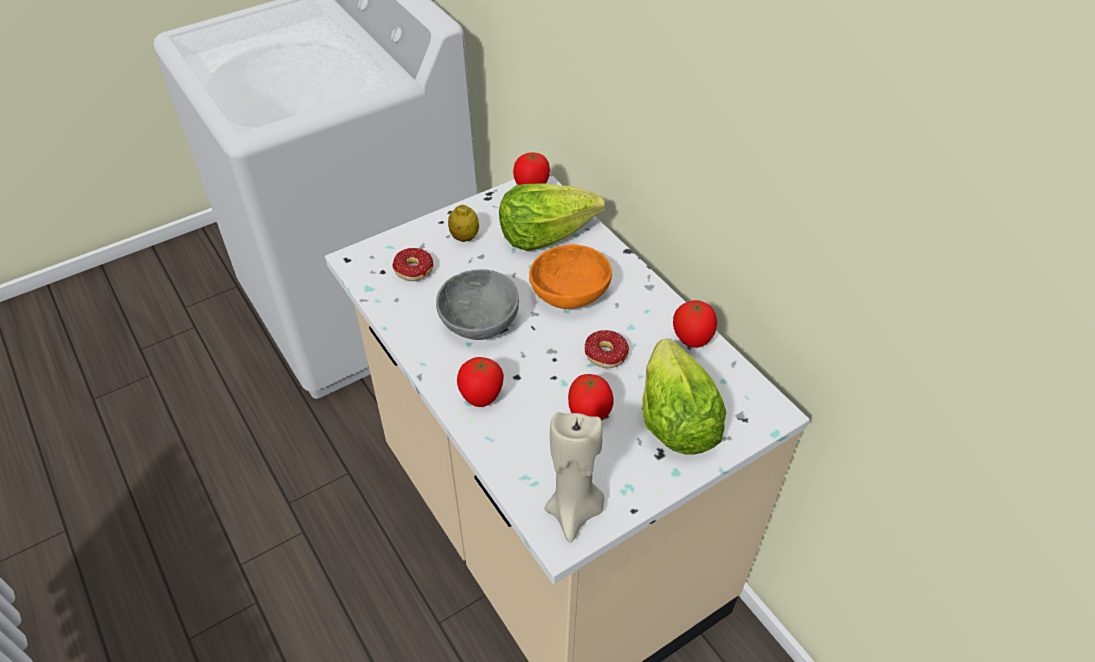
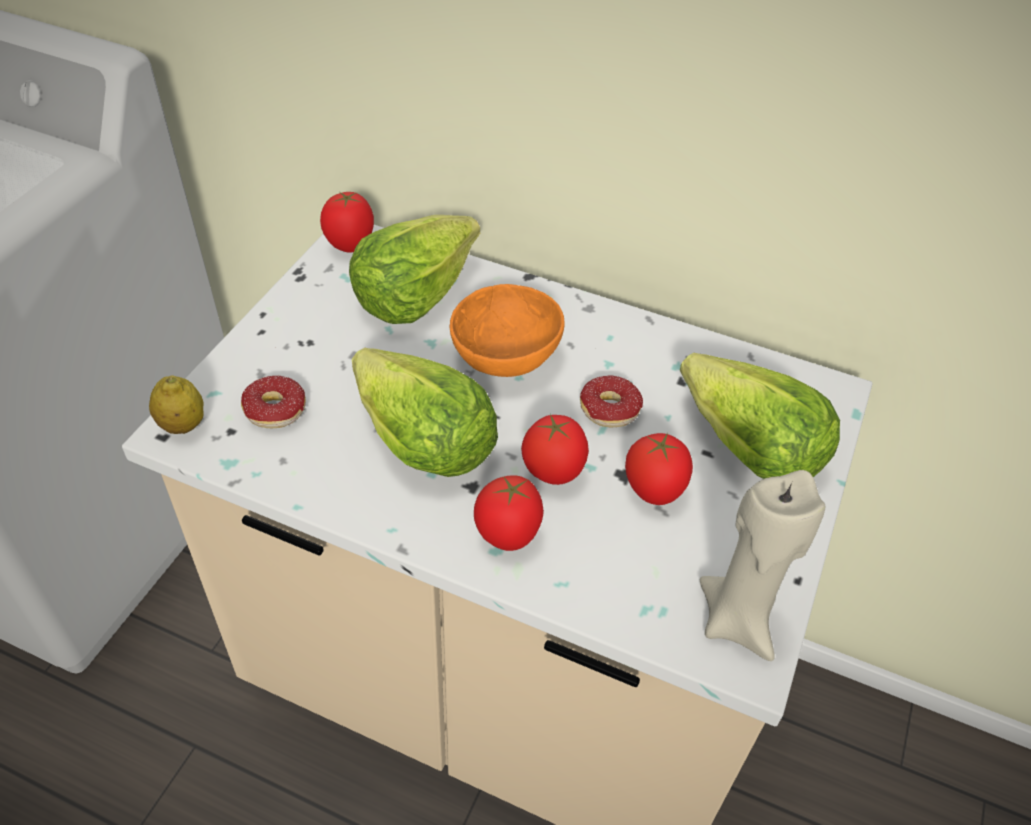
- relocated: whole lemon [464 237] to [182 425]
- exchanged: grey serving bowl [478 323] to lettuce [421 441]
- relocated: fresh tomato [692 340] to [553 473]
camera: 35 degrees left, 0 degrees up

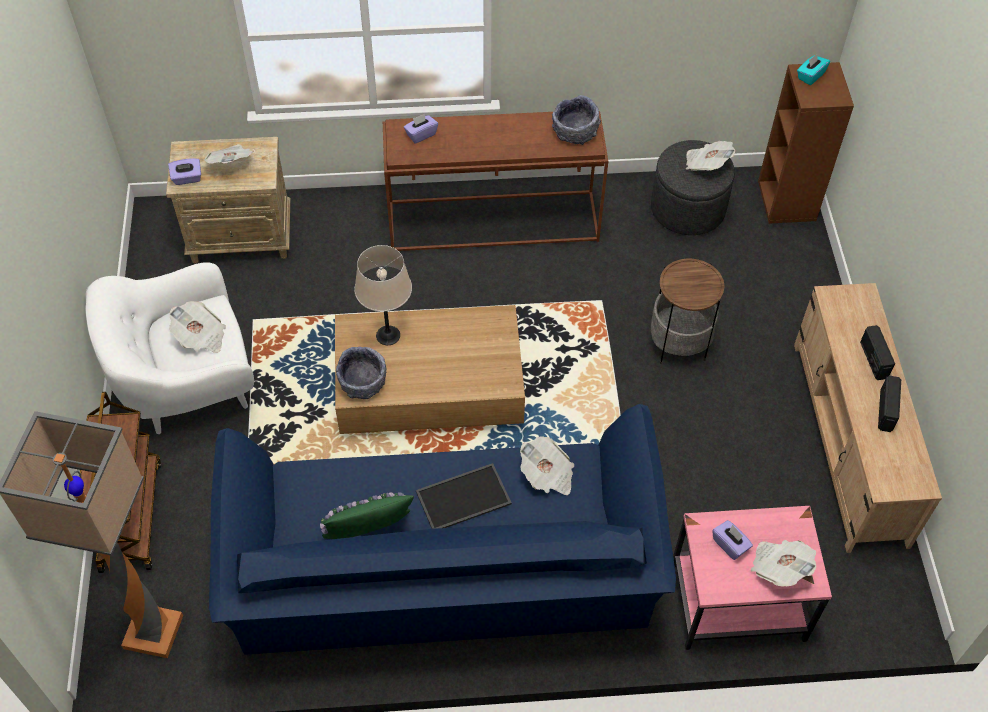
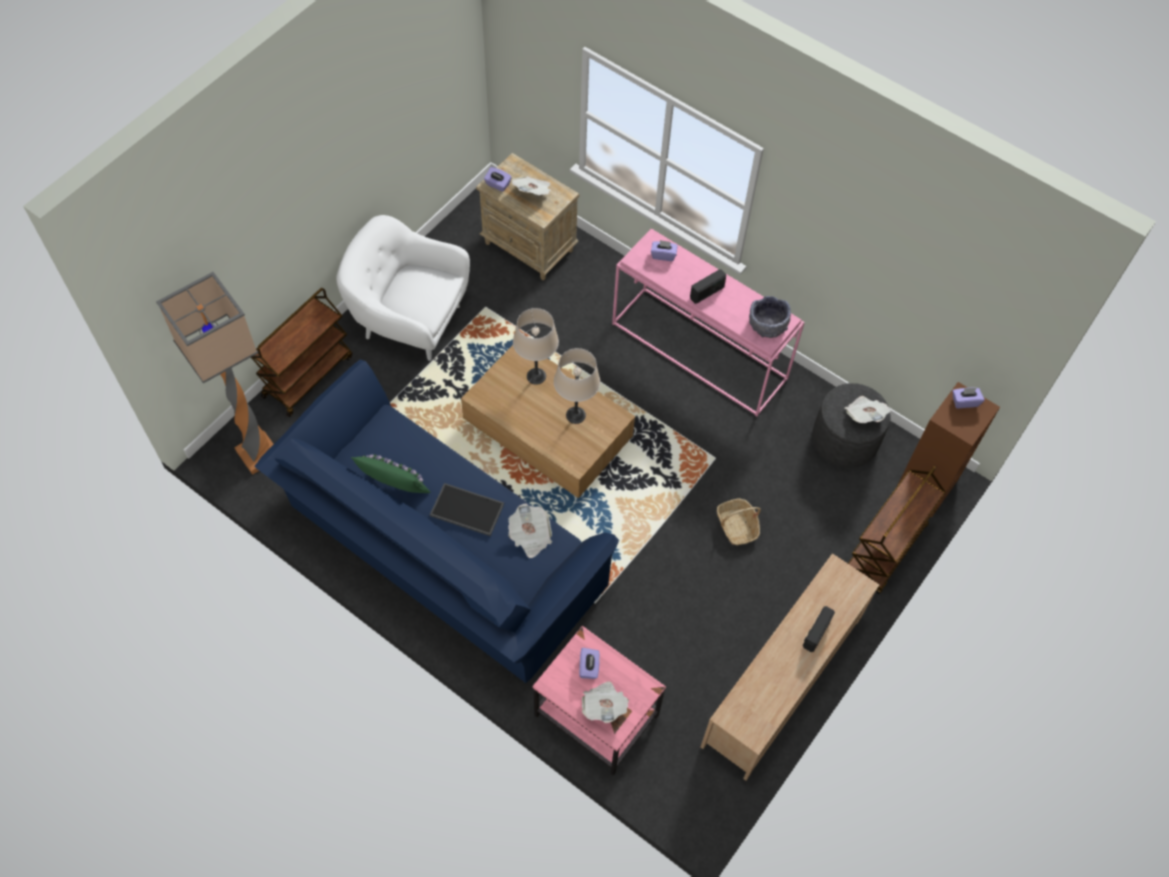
- colour: blue-green box of tissues [810 76] to purplish box of tissues [964 401]
- colour: brown narrow table [494 221] to pink-coloured narrow table [700 351]
- exchanged: side table [678 343] to storage basket [737 526]
- missing: printed paper [200 337]
- missing: grey serving bowl [363 383]
- relocated: radio set [886 411] to [707 292]
- appeared: beige-coloured lamp for a table [576 415]
- appeared: brown cart [885 549]
camera: 40 degrees right, 5 degrees up

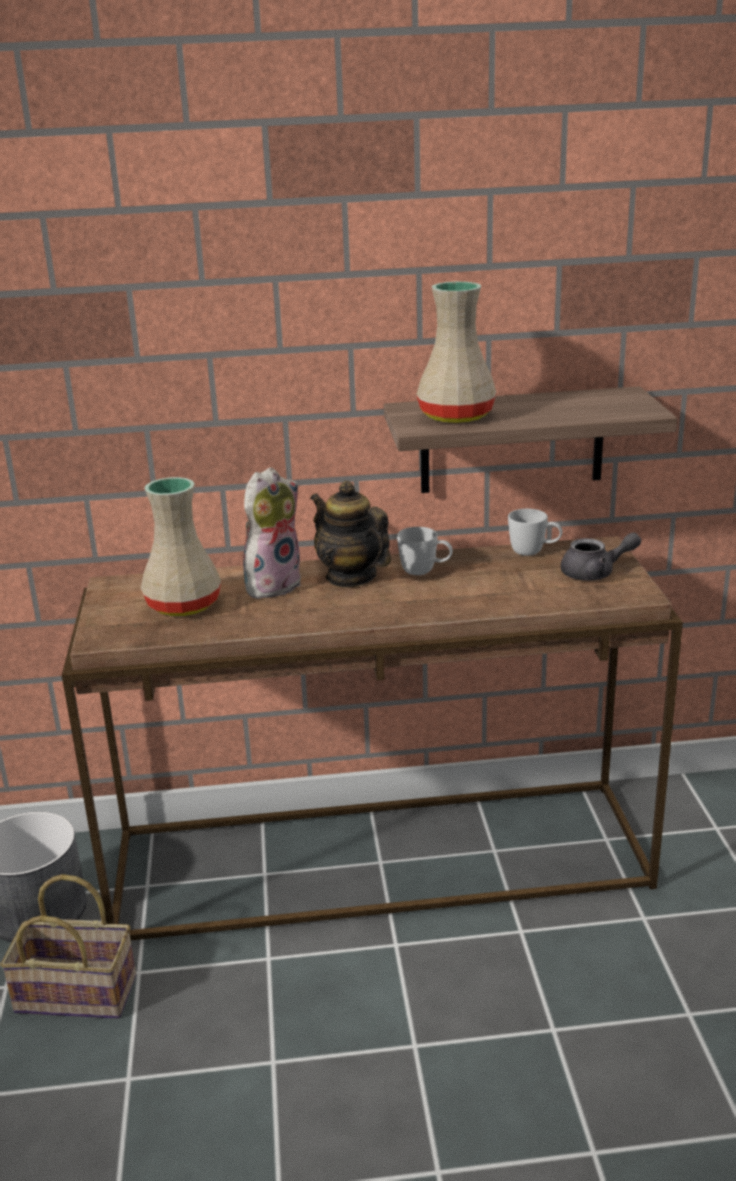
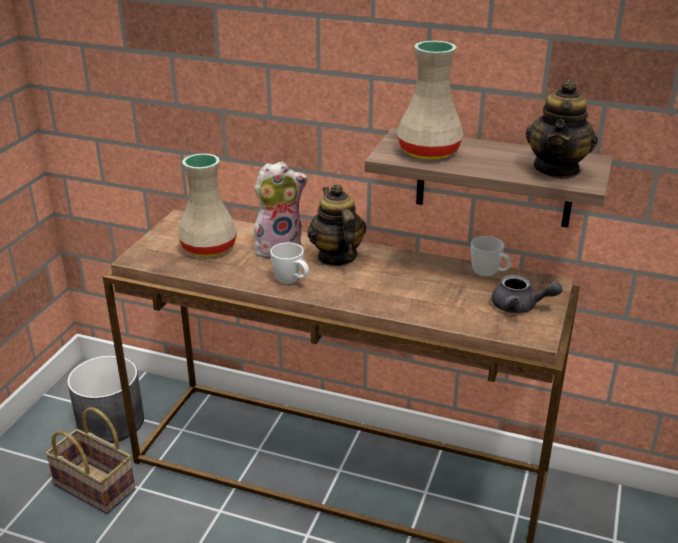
- relocated: white mug [425 572] to [292 281]
- appeared: tea pot [557 169]
camera: 25 degrees right, 5 degrees up

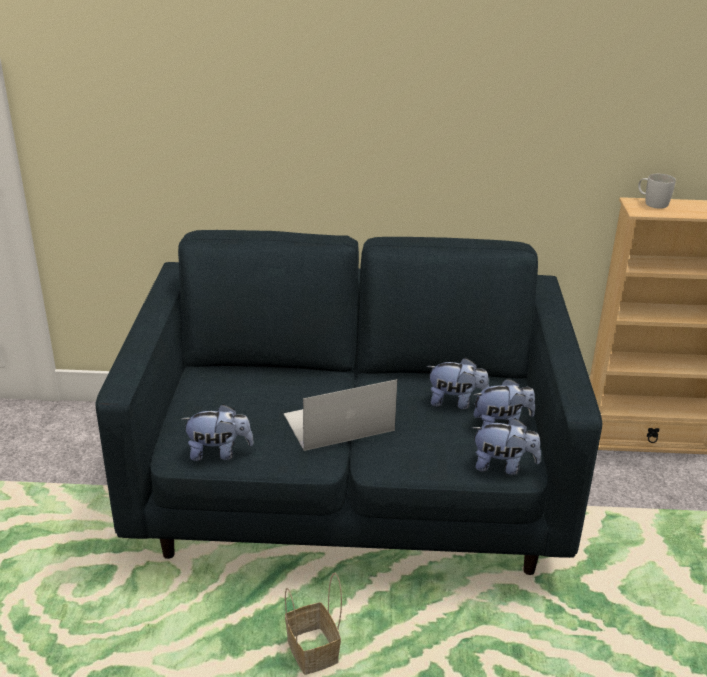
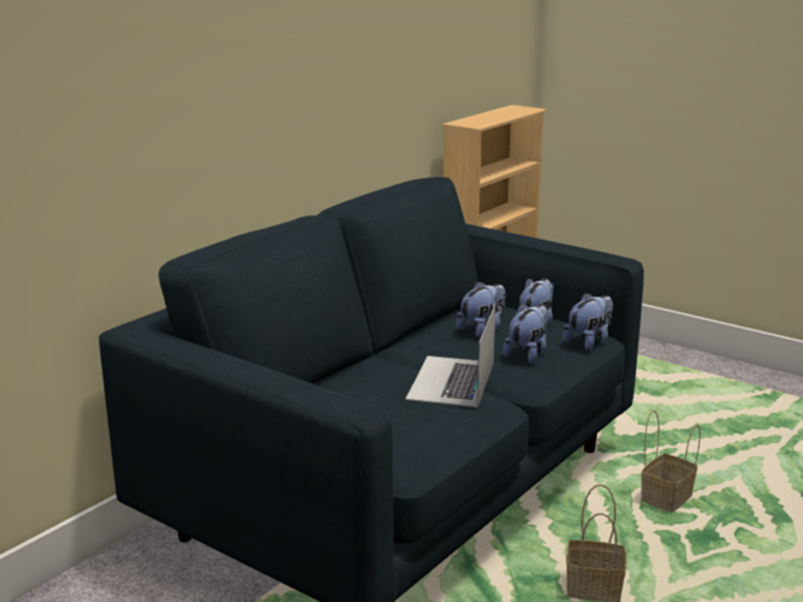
- missing: white mug [652 203]
- relocated: cuddly toy [219 453] to [528 354]
- appeared: storage basket [666 498]
camera: 55 degrees left, 10 degrees down

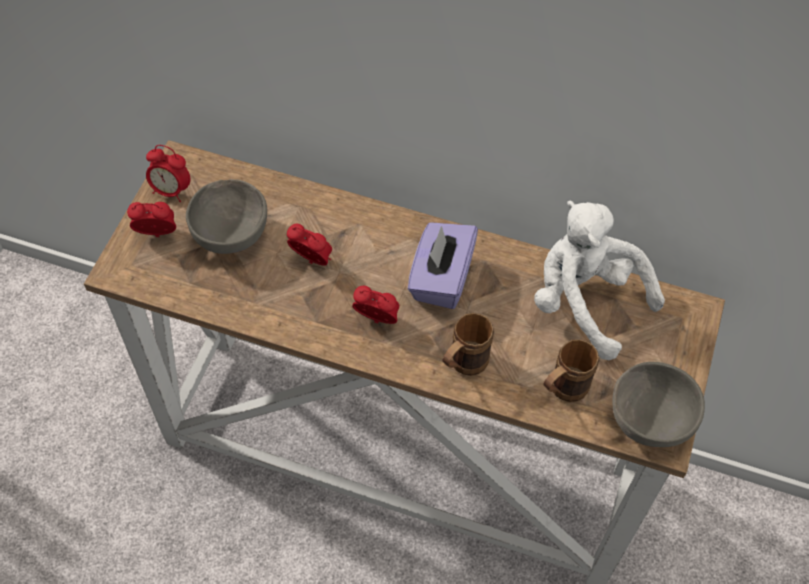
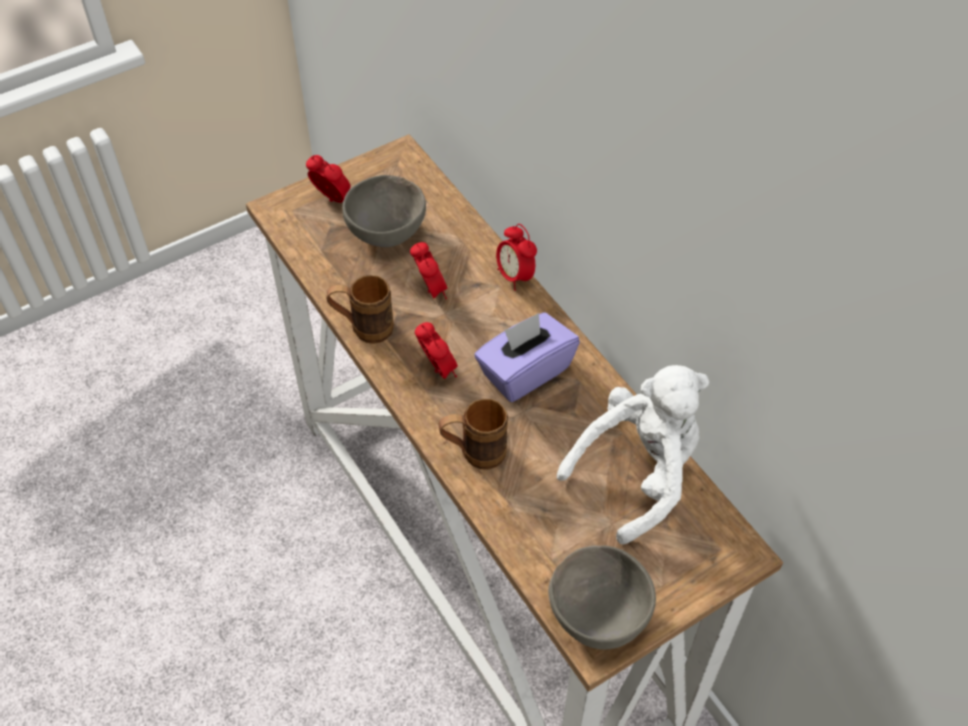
- relocated: bedside clock [171 191] to [515 276]
- spun: white cuddly toy [584 301] = [638 473] 60 degrees clockwise
- relocated: brown mug [561 391] to [363 328]
camera: 40 degrees right, 5 degrees down

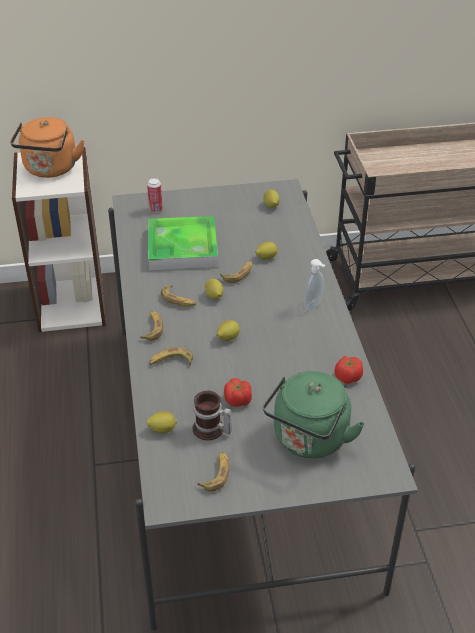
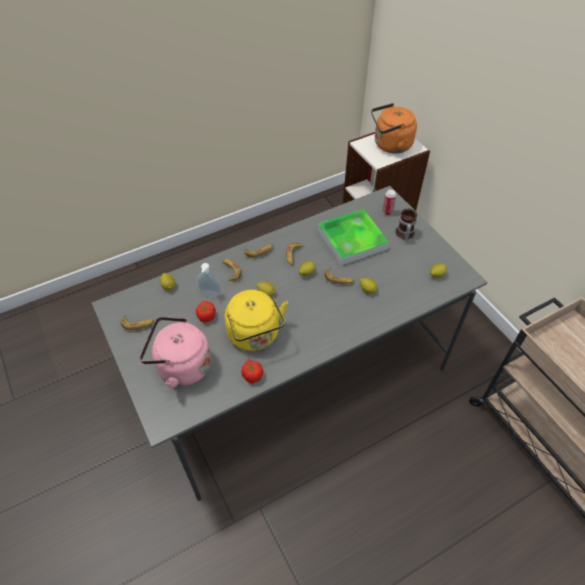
- relocated: soap dispenser [314 305] to [209 294]
- colour: green-coloured water kettle [309 440] to pink-coloured water kettle [181 366]
- relocated: mug [210 430] to [404 234]
- appeared: yellow-coloured water kettle [255 336]
camera: 70 degrees right, 10 degrees up

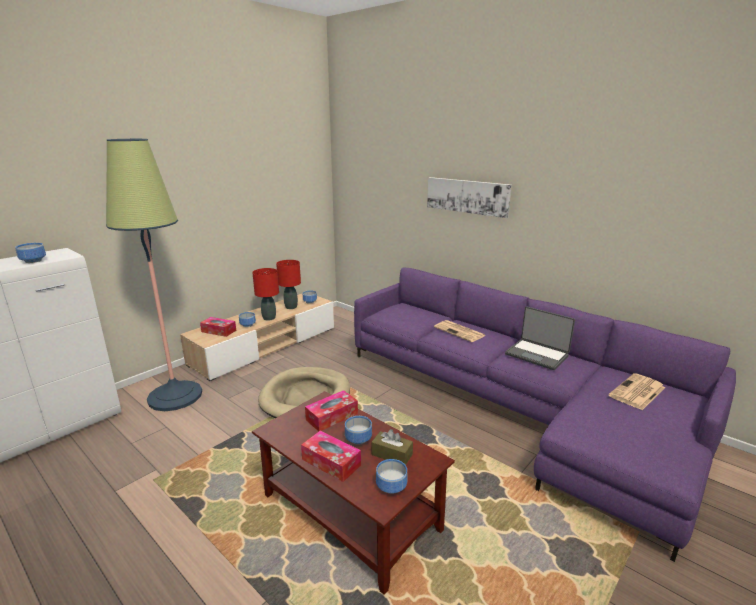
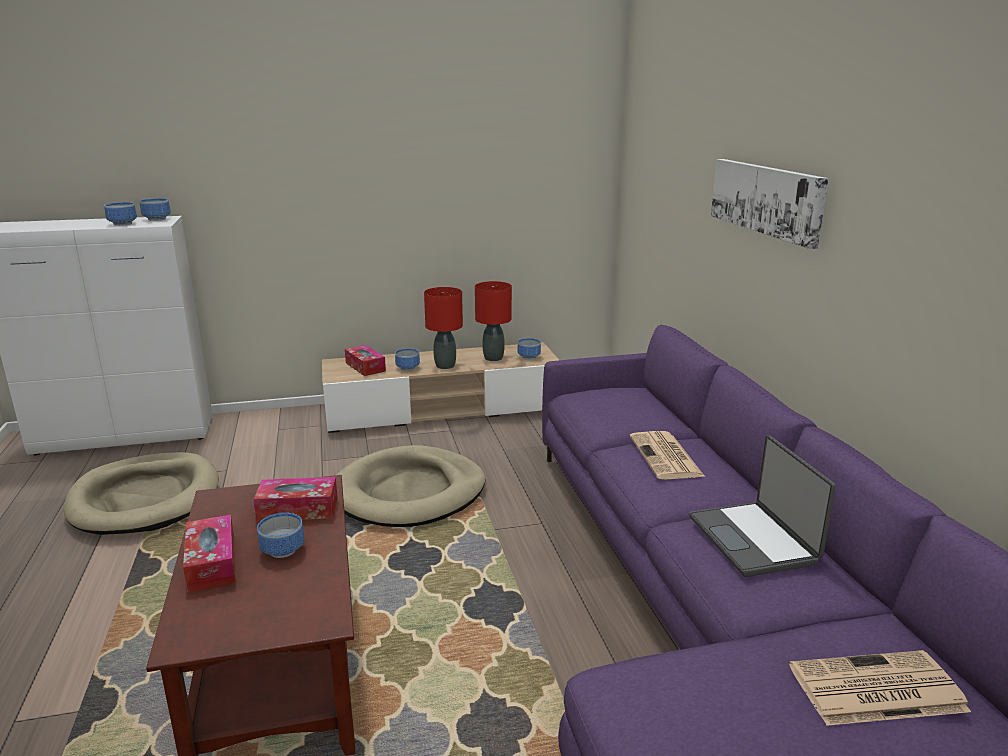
- missing: standing lamp [175 396]
- missing: brown box of tissues [392 454]
- relocated: serving bowl [392 487] to [157 219]
- appeared: beige-coloured dog cushion [146 498]
camera: 35 degrees right, 0 degrees up

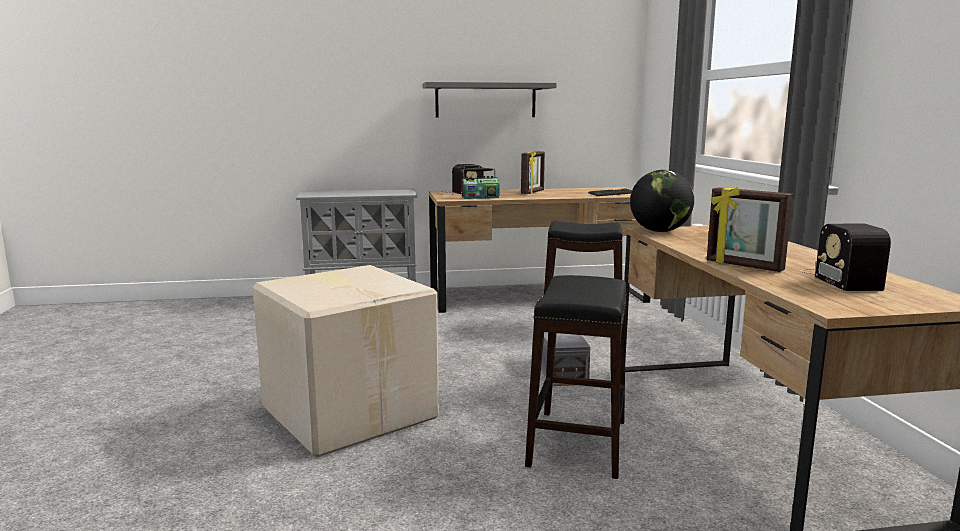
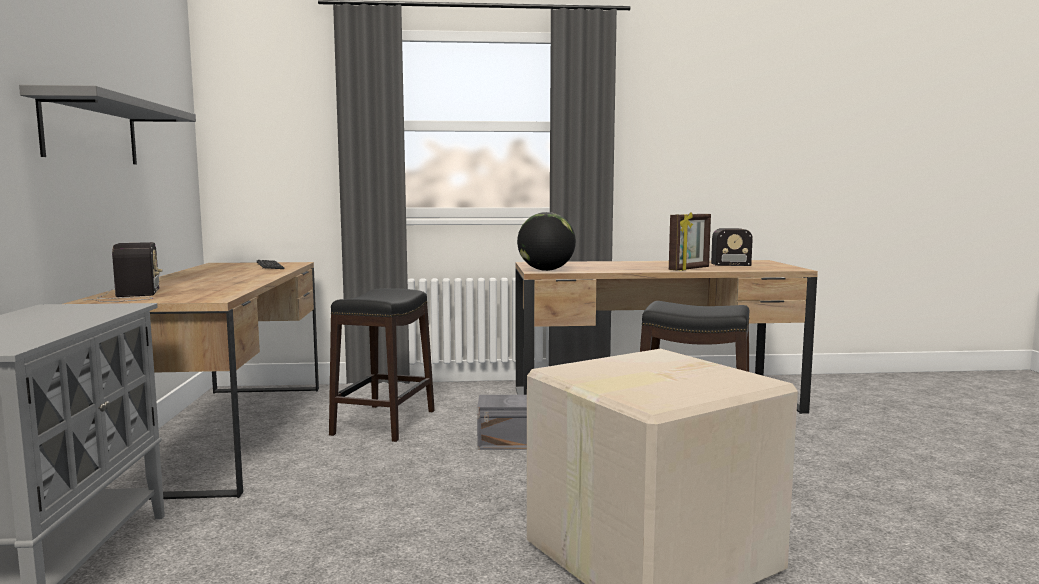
- missing: picture frame [533 192]
- missing: radio set [480 197]
camera: 85 degrees left, 5 degrees down

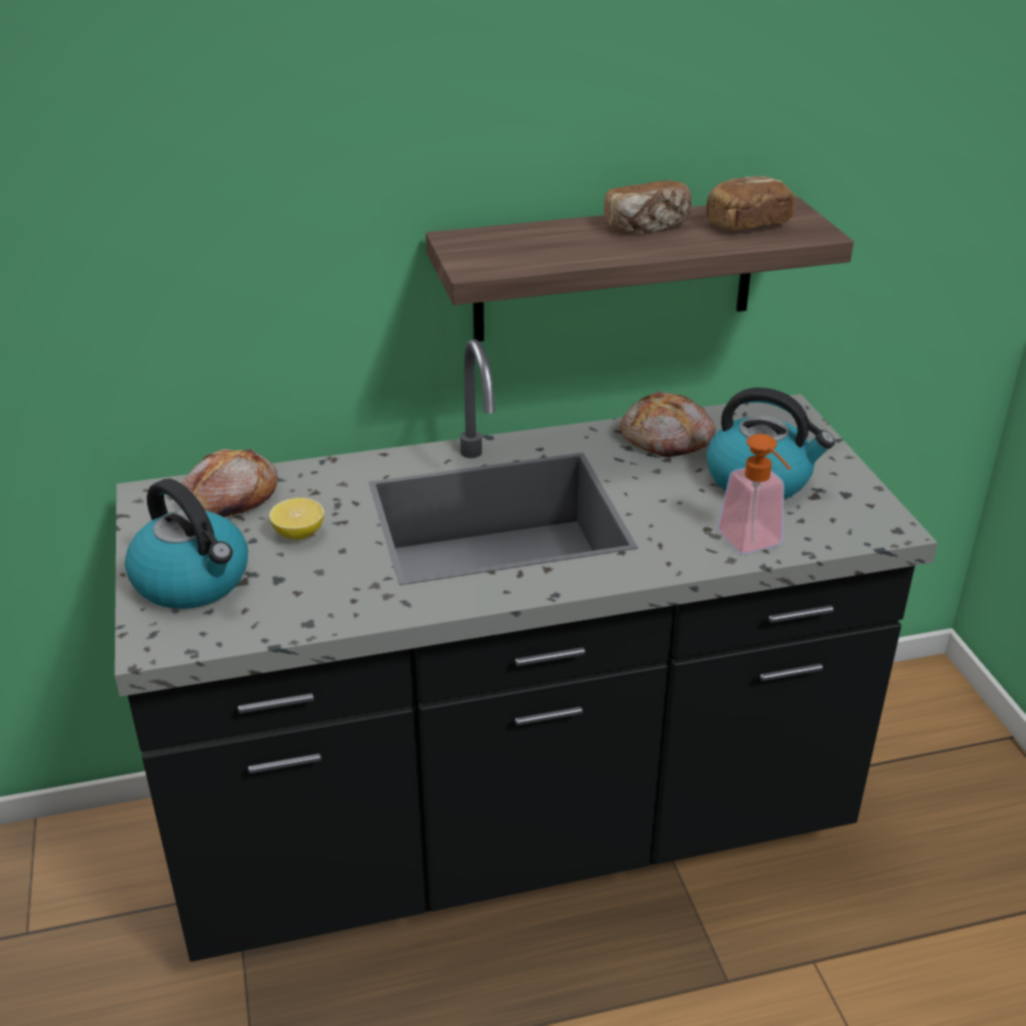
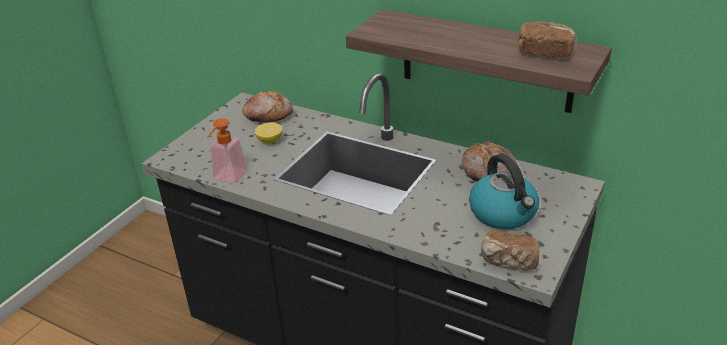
- relocated: bread [647 227] to [509 262]
- relocated: soap dispenser [755 544] to [227 179]
- missing: water kettle [193 581]
camera: 45 degrees right, 0 degrees up

